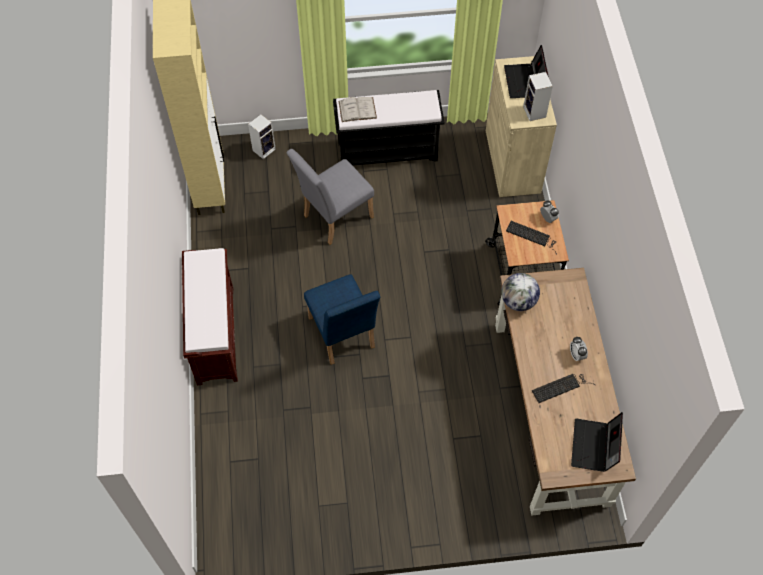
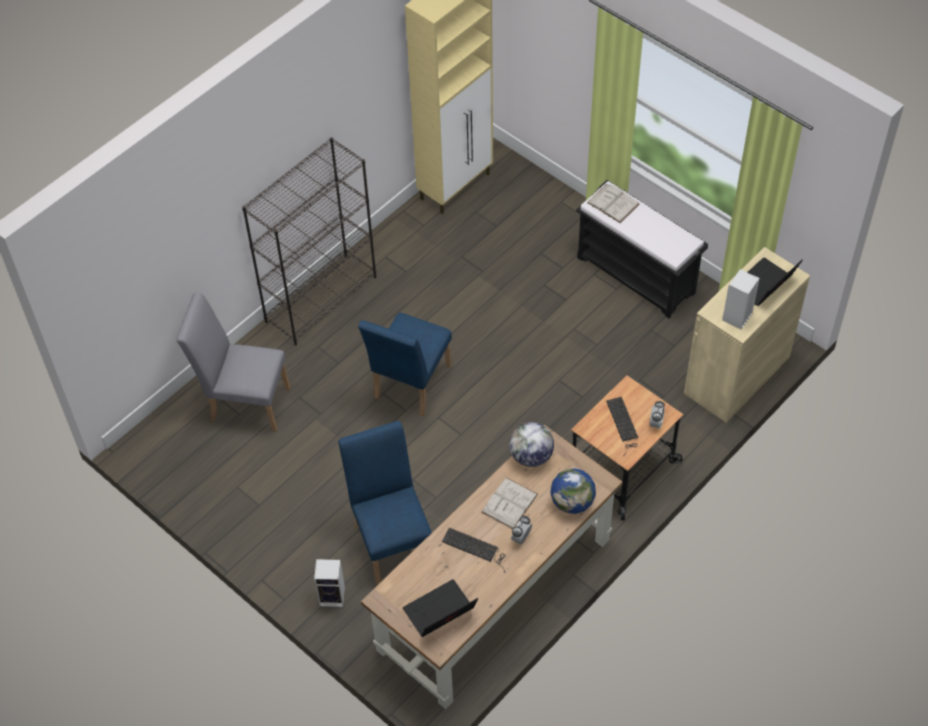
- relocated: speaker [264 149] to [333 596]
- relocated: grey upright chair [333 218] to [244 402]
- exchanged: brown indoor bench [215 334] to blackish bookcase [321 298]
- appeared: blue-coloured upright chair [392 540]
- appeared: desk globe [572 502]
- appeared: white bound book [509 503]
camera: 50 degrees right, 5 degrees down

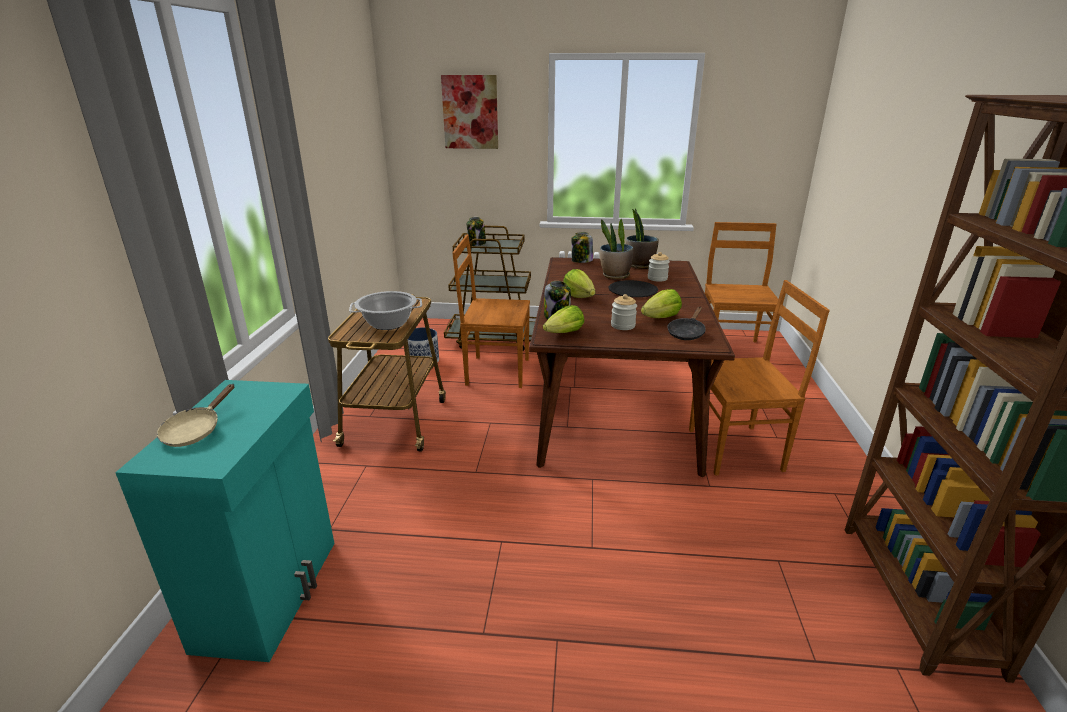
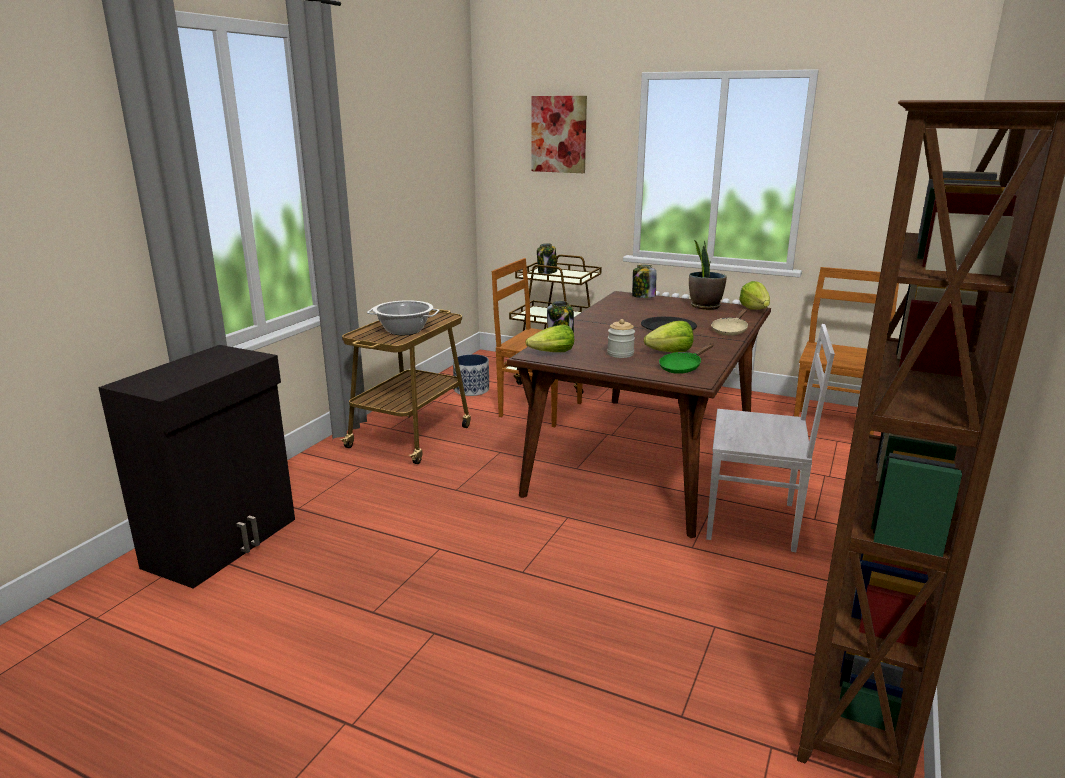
- missing: houseplant [615 276]
- missing: storage jar [657 278]
- relocated: lettuce [579 296] to [754 309]
- colour: brown upright chair [737 449] to white upright chair [754 521]
- colour: blackish skillet [686 333] to green-coloured skillet [682 367]
- colour: blue-green storage cabinet [271 592] to blackish storage cabinet [224 542]
- relocated: beige-coloured skillet [196 430] to [730 330]
camera: 20 degrees right, 5 degrees down

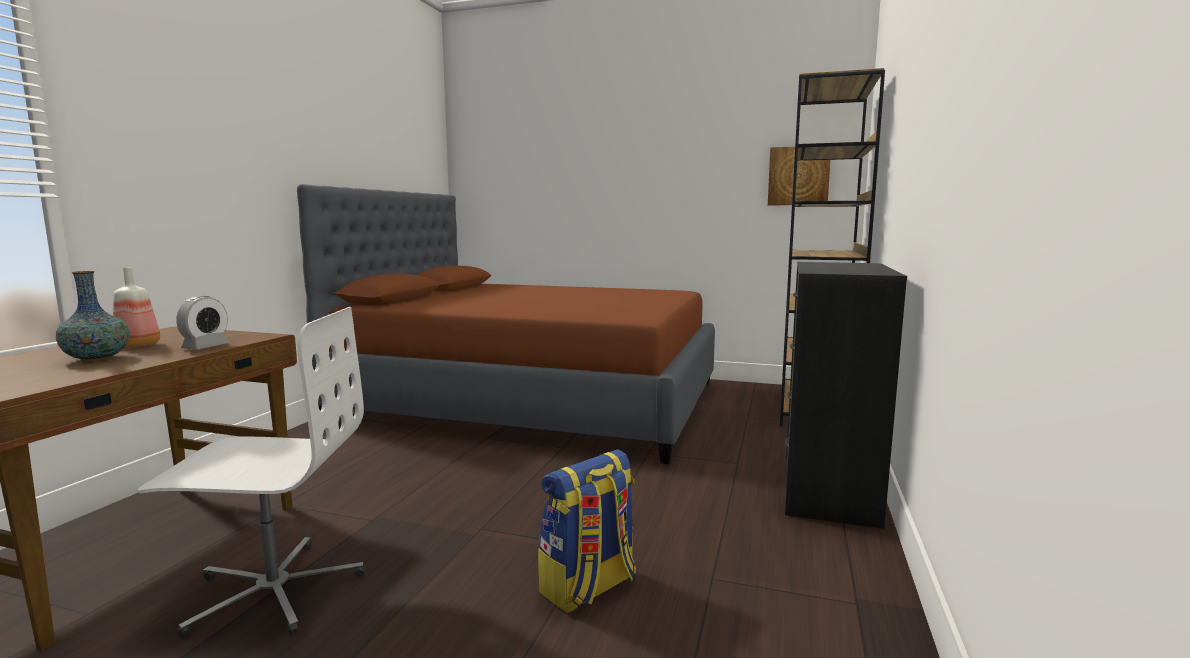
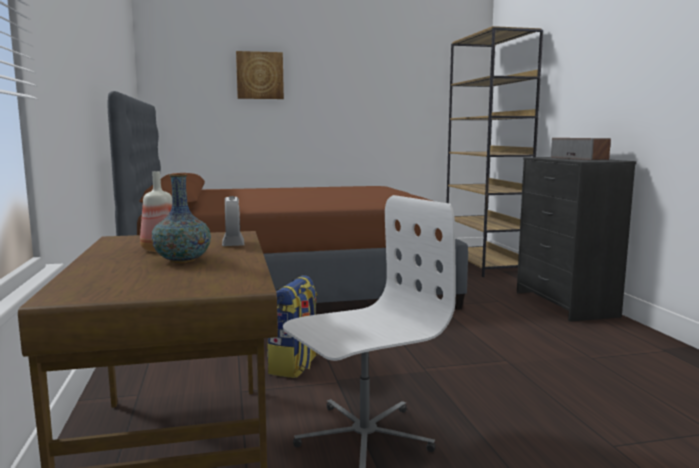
- relocated: wall art [798 176] to [260 75]
- relocated: knapsack [589 587] to [296 366]
- appeared: speaker [579 158]
camera: 30 degrees left, 0 degrees up

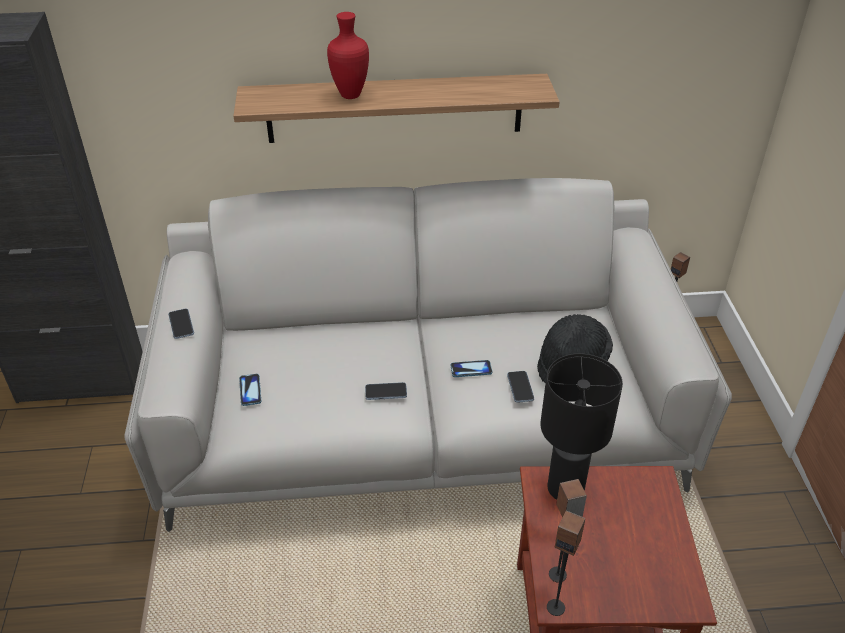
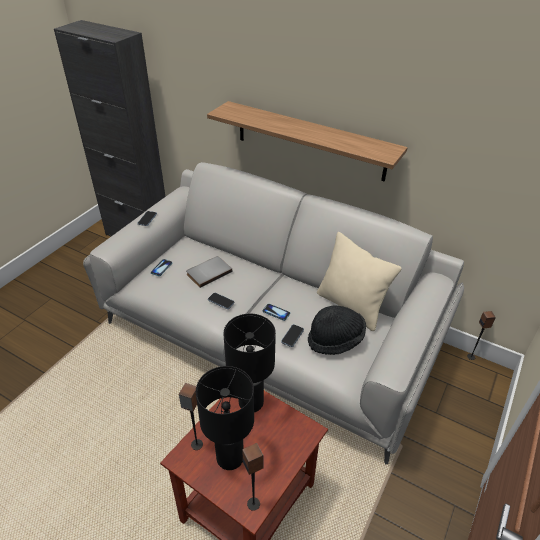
- missing: red flower vase [351 95]
- relocated: speaker [556 607] to [254 503]
- appeared: beige-coloured cushion [351 306]
- appeared: grey bound book [208 272]
- appeared: blackish lamp for a table [229 457]
camera: 35 degrees right, 0 degrees up

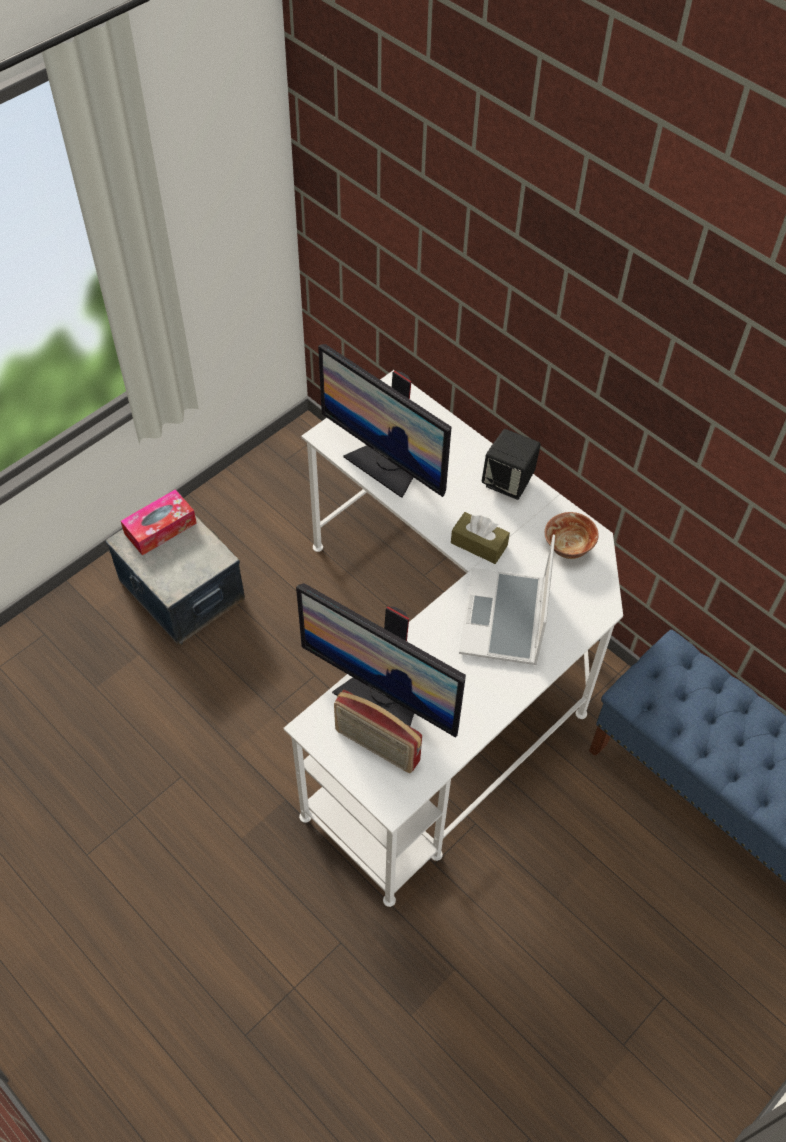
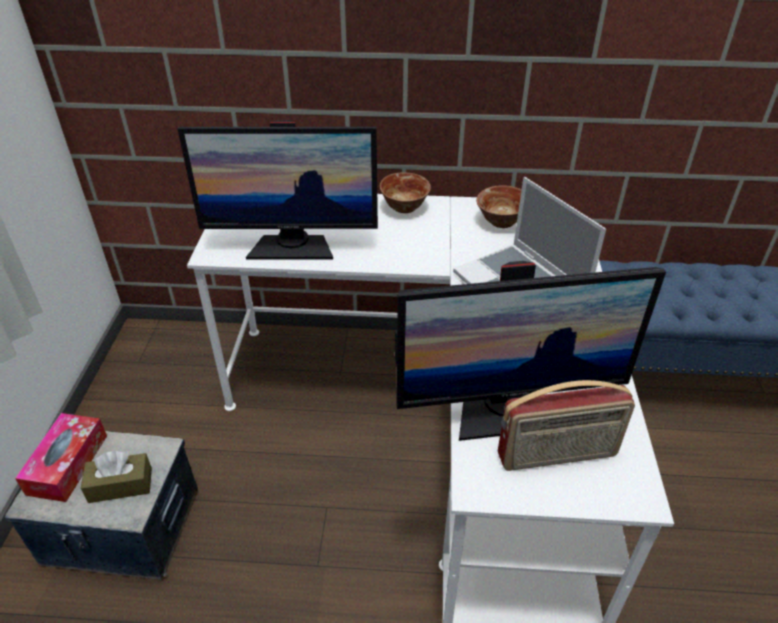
- exchanged: blackish speaker [508 482] to serving bowl [404 208]
- relocated: brown box of tissues [479 544] to [120 485]
camera: 40 degrees left, 15 degrees down

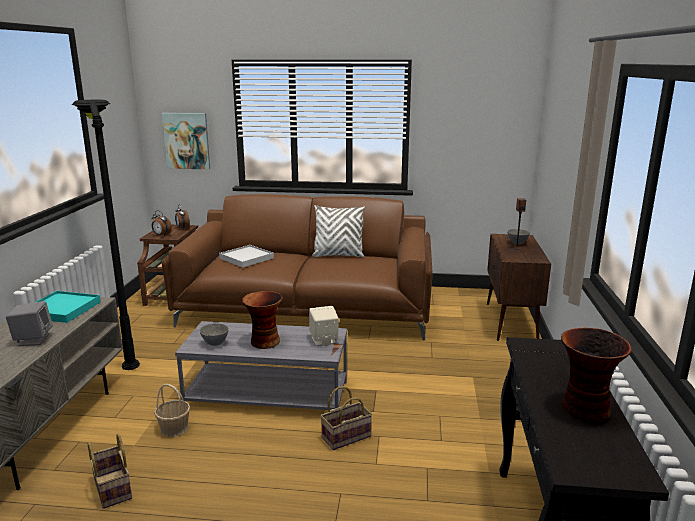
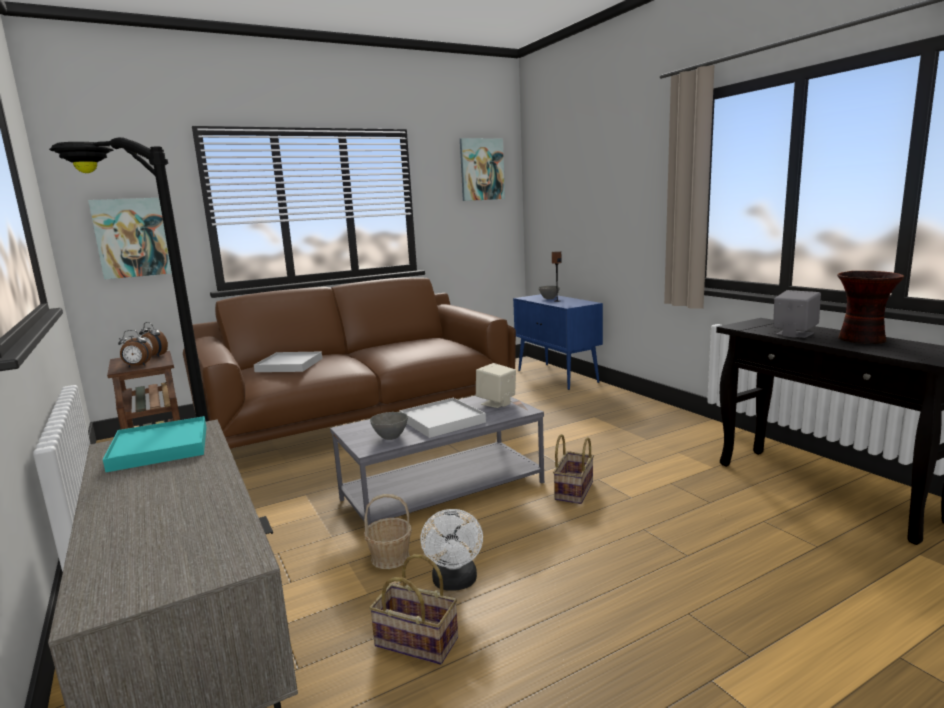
- missing: white cushion [338 255]
- colour: brown storage cabinet [511 322] to blue-coloured storage cabinet [557 376]
- exchanged: flower vase [264 342] to white serving tray [442 421]
- relocated: grey speaker [33 339] to [794 334]
- appeared: wall art [481 169]
- appeared: white cooling fan [455 583]
camera: 35 degrees left, 5 degrees down

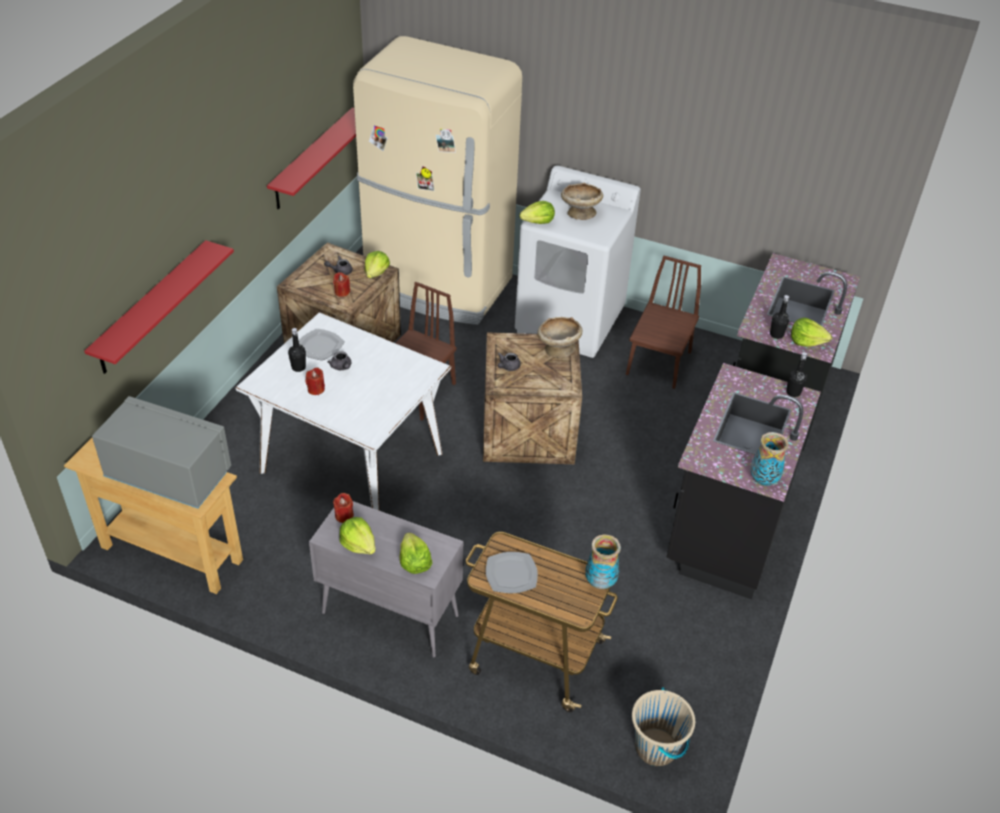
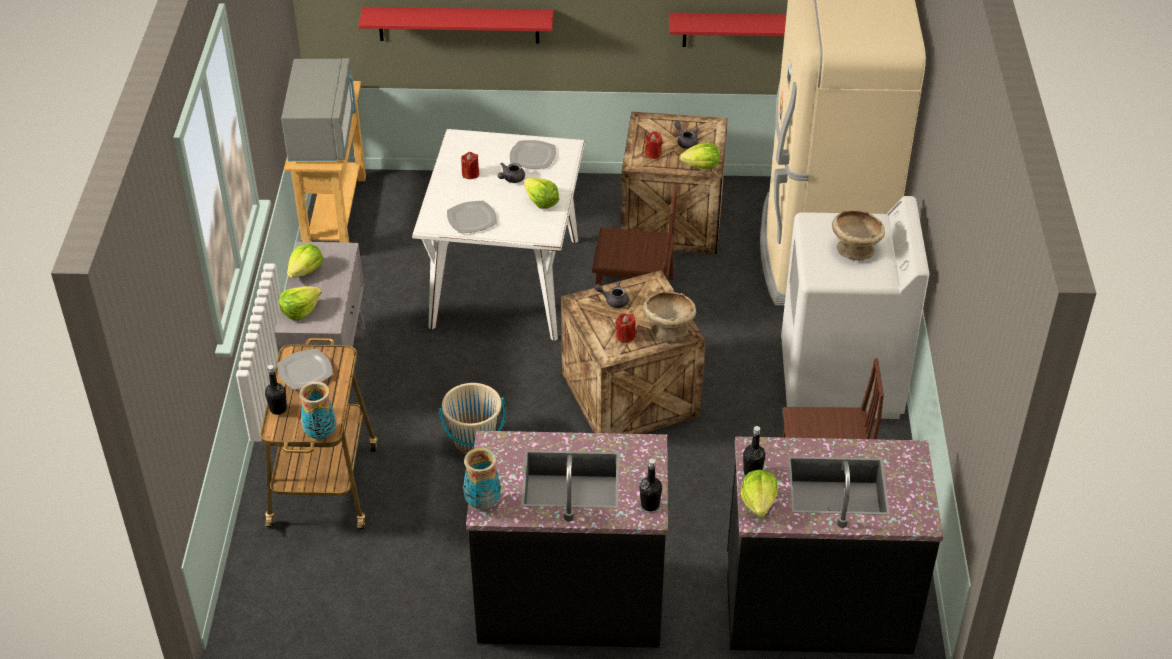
- relocated: lettuce [538 222] to [541 202]
- relocated: blackish bottle [298 367] to [278 409]
- relocated: red candle [344 516] to [625 336]
- relocated: beige-coloured water bucket [656 747] to [474 441]
- appeared: dinner plate [471 219]
camera: 70 degrees right, 0 degrees up

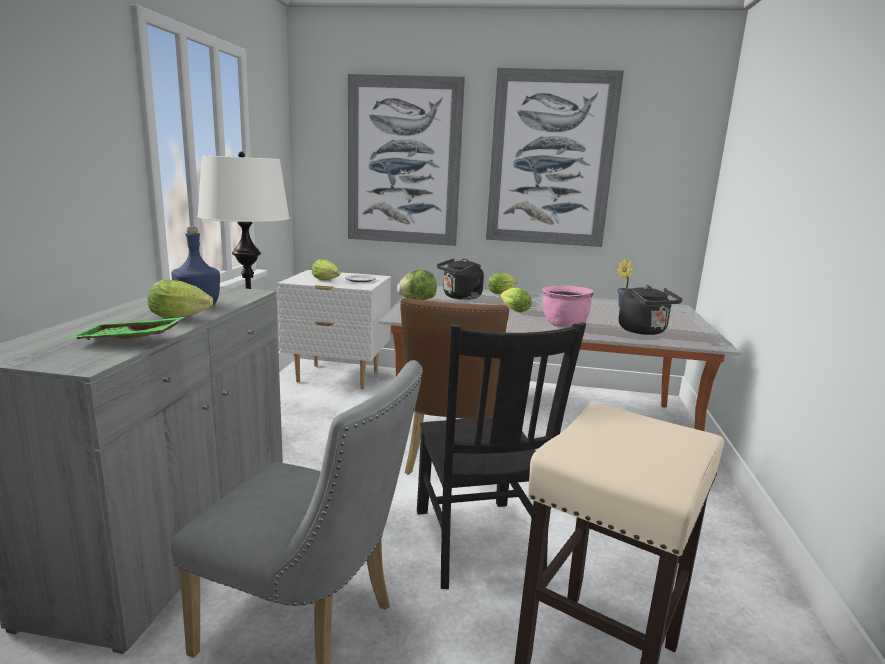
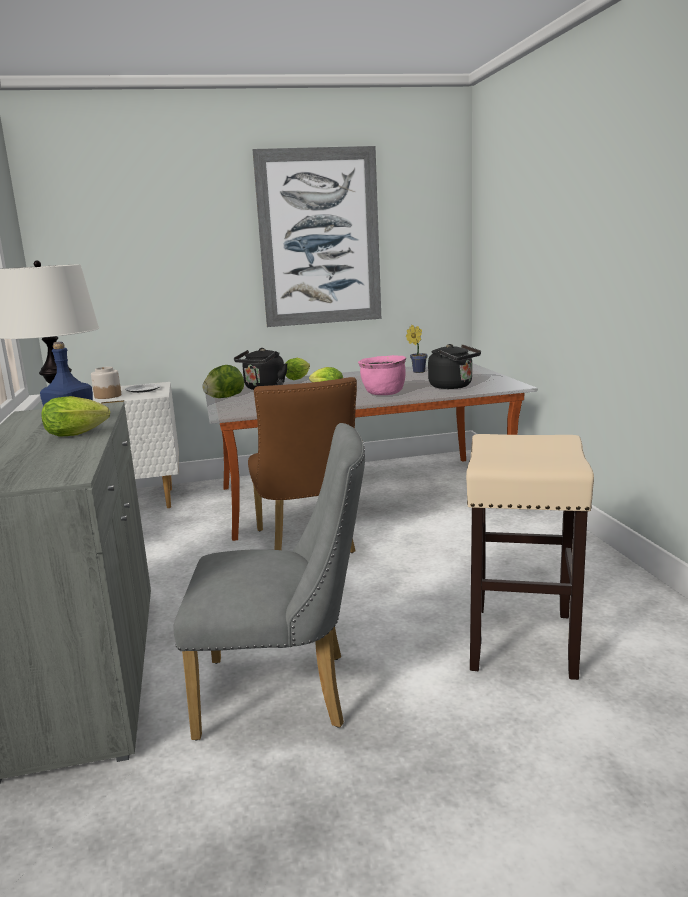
- missing: wall art [403 162]
- exchanged: lettuce [327 280] to storage jar [107 396]
- missing: green-coloured serving tray [129 341]
- missing: blackish upright chair [477 544]
camera: 20 degrees left, 0 degrees up

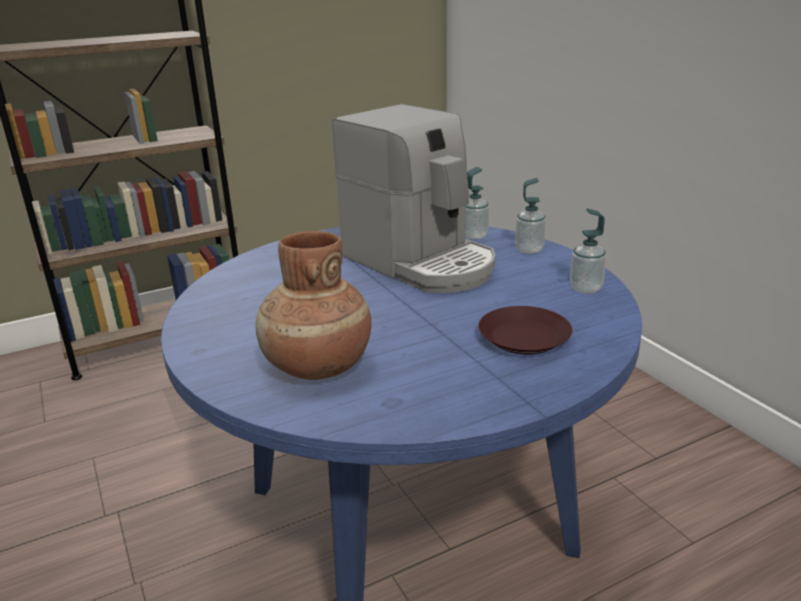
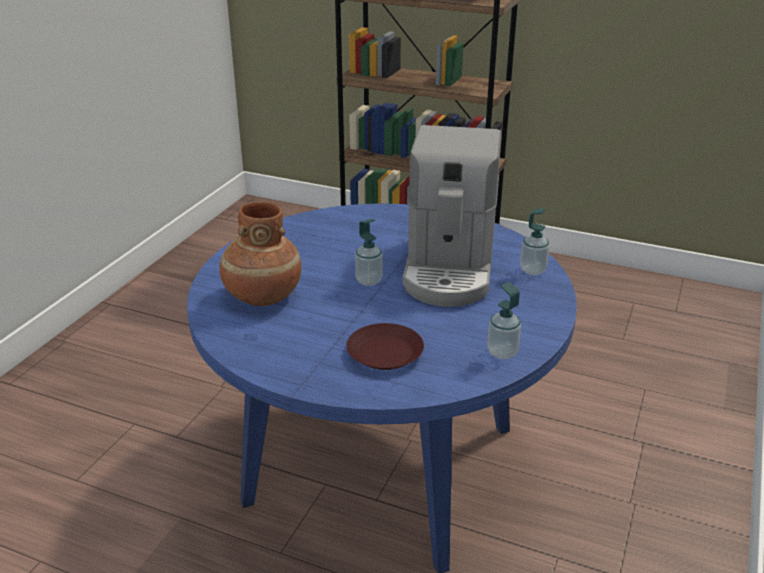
- relocated: soap dispenser [529 249] to [369 281]
camera: 50 degrees right, 5 degrees up

